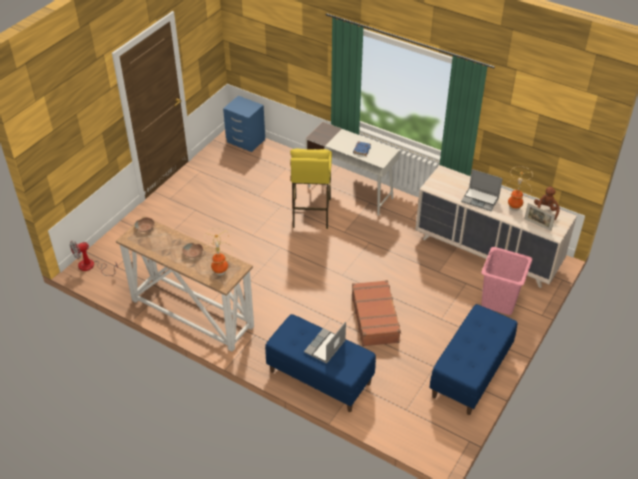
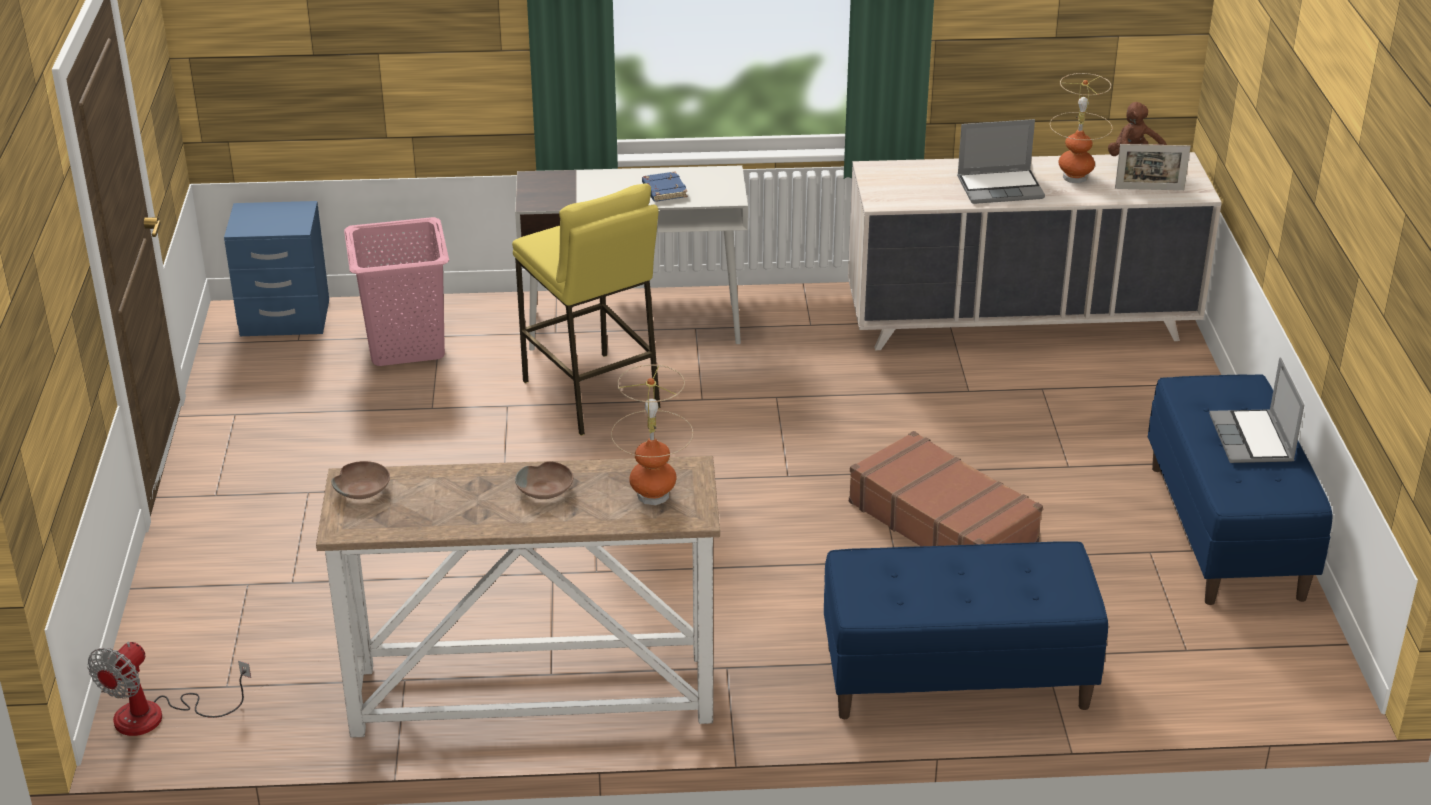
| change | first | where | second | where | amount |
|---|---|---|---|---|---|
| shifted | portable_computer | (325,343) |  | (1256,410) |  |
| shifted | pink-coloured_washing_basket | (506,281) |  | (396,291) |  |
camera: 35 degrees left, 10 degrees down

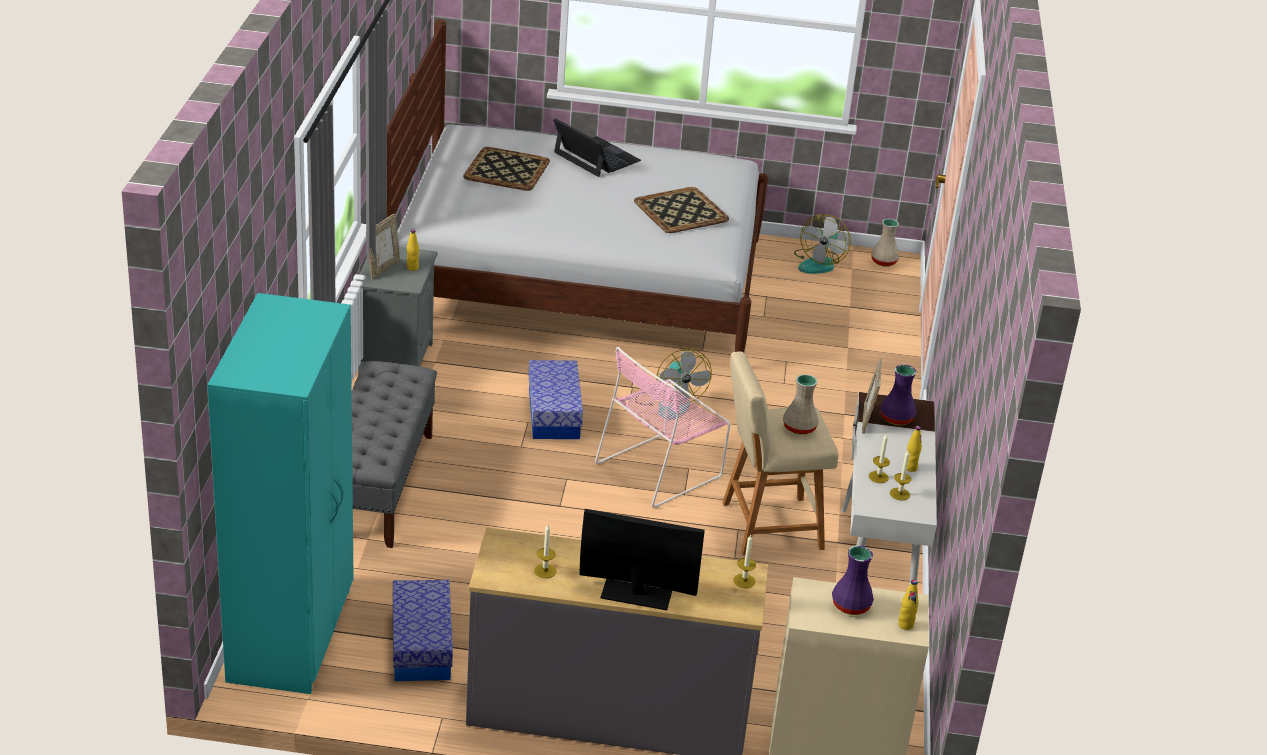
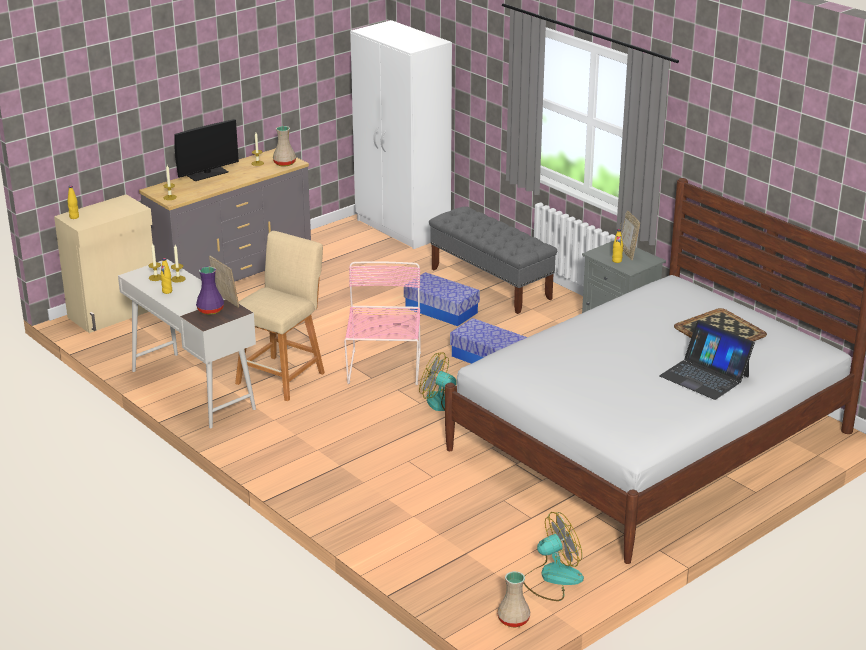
| change | first | where | second | where | amount |
|---|---|---|---|---|---|
| repainted | blue-green_clothes_cupboard | (280,493) | whitish_clothes_cupboard | (401,134) |  |
| shifted | storage_box | (423,630) |  | (442,299) |  |
| rotated | portable_computer | (597,147) |  | (707,360) | 45 degrees clockwise |
| gone | carrying_tray | (681,210) |  |  |  |
| shifted | beige-coloured_flower_vase | (801,404) |  | (284,146) |  |
| rotated | electric_fan | (822,244) |  | (553,556) | 90 degrees clockwise |
| gone | purple_flower_vase | (853,580) |  |  |  |
camera: 135 degrees right, 5 degrees down

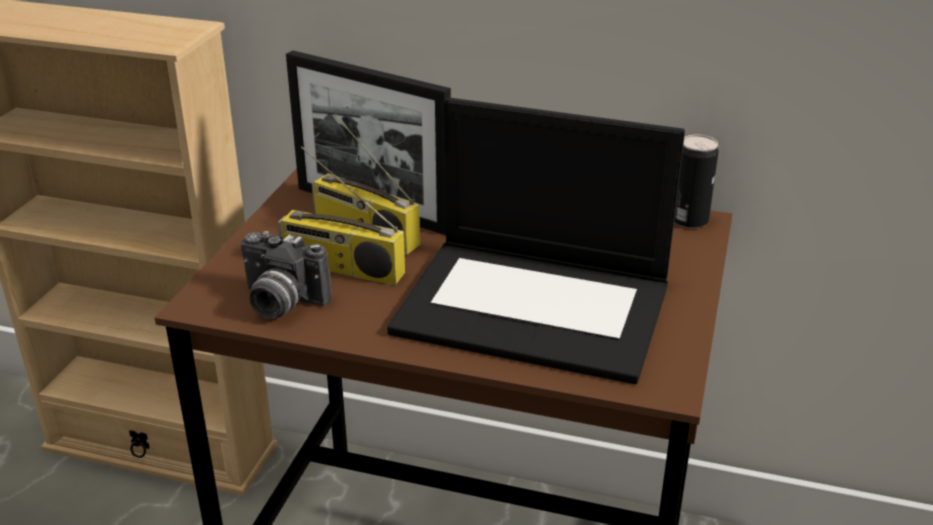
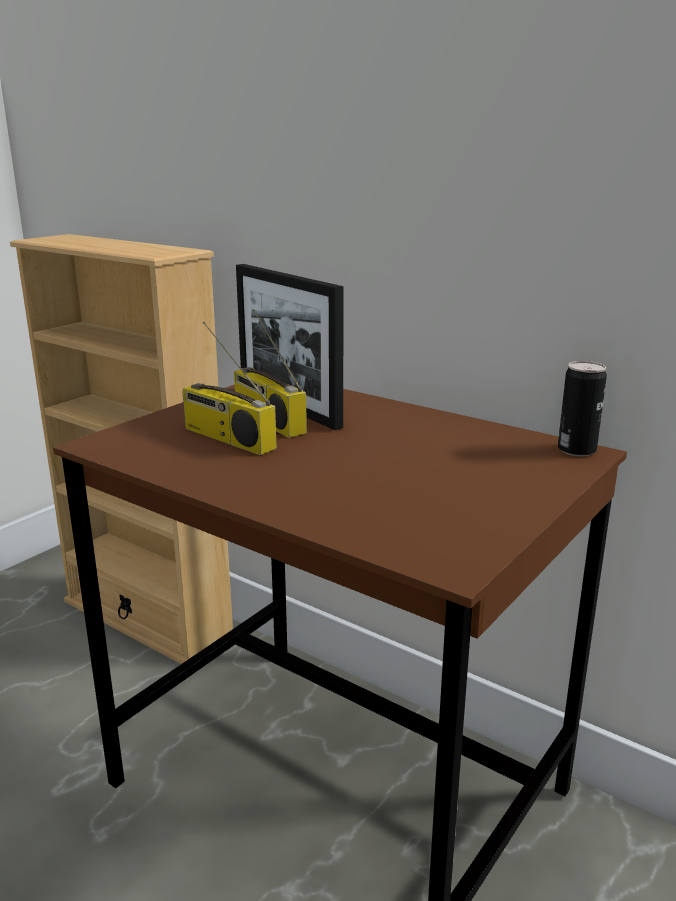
| change | first | where | second | where | amount |
|---|---|---|---|---|---|
| gone | still_camera | (286,275) |  |  |  |
| gone | portable_computer | (536,241) |  |  |  |
camera: 20 degrees right, 10 degrees down

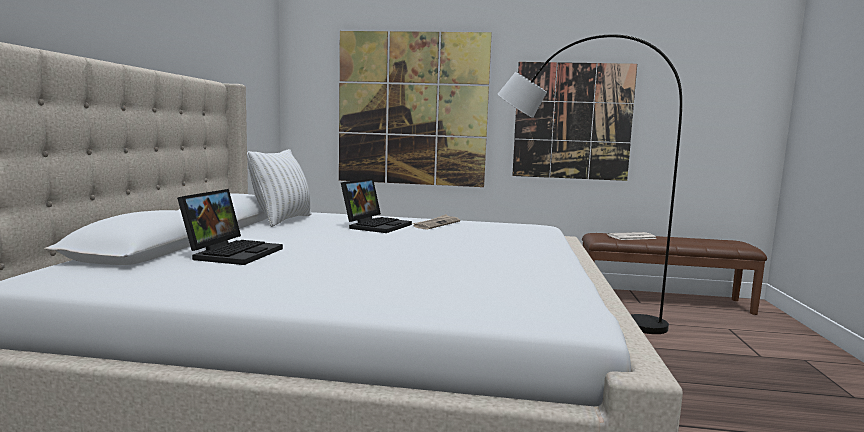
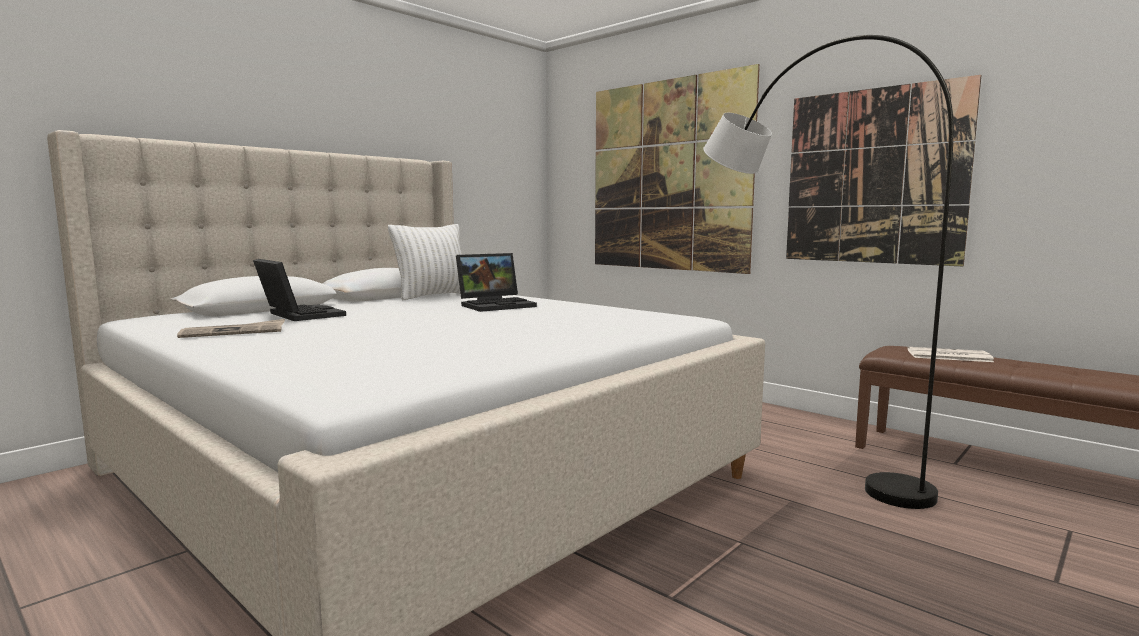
| change | first | where | second | where | amount |
|---|---|---|---|---|---|
| rotated | portable_computer | (230,227) |  | (299,290) | 90 degrees counterclockwise |
| shifted | daily_paper | (436,222) |  | (231,328) |  |
camera: 35 degrees right, 0 degrees up

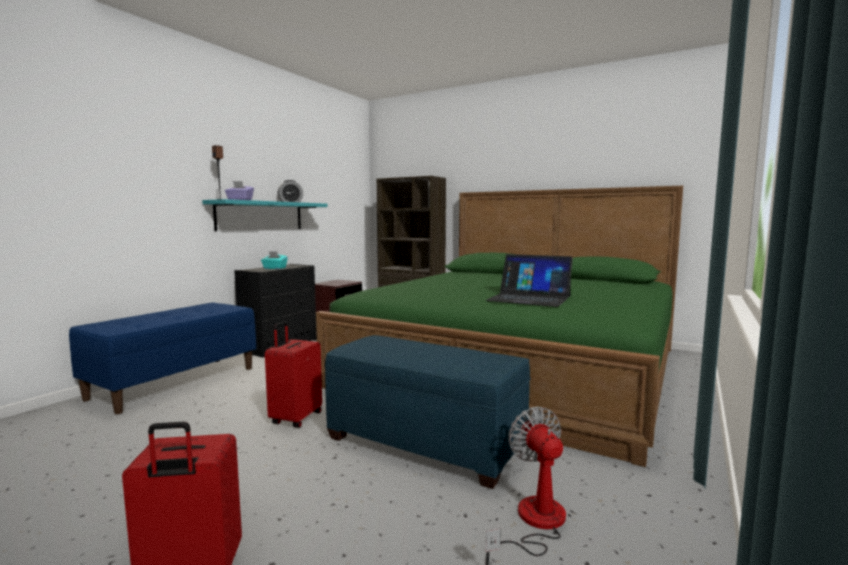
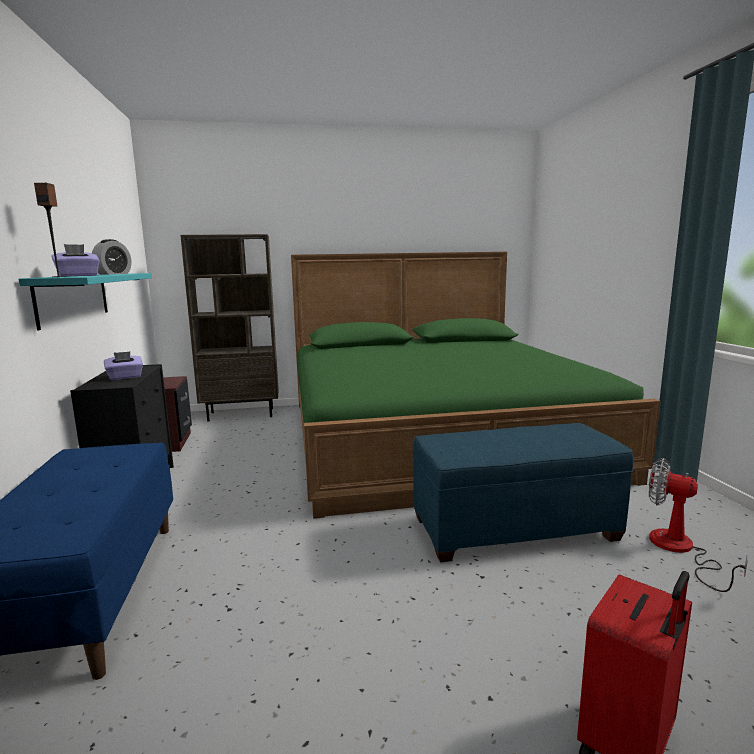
| change | first | where | second | where | amount |
|---|---|---|---|---|---|
| repainted | blue-green_tissue_box | (274,260) | purple_tissue_box | (123,365) |  |
| gone | red-coloured_piece_of_luggage | (293,374) |  |  |  |
| gone | portable_computer | (529,280) |  |  |  |
camera: 40 degrees left, 5 degrees up

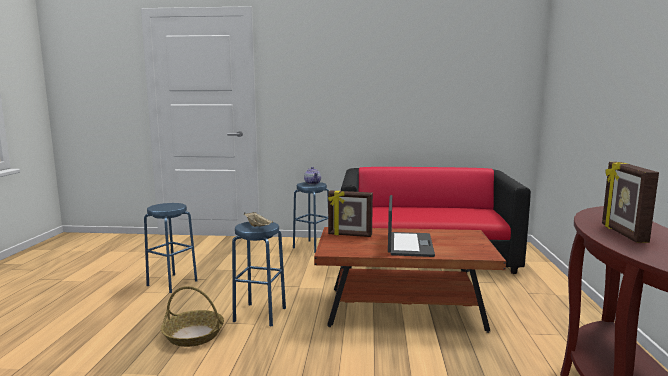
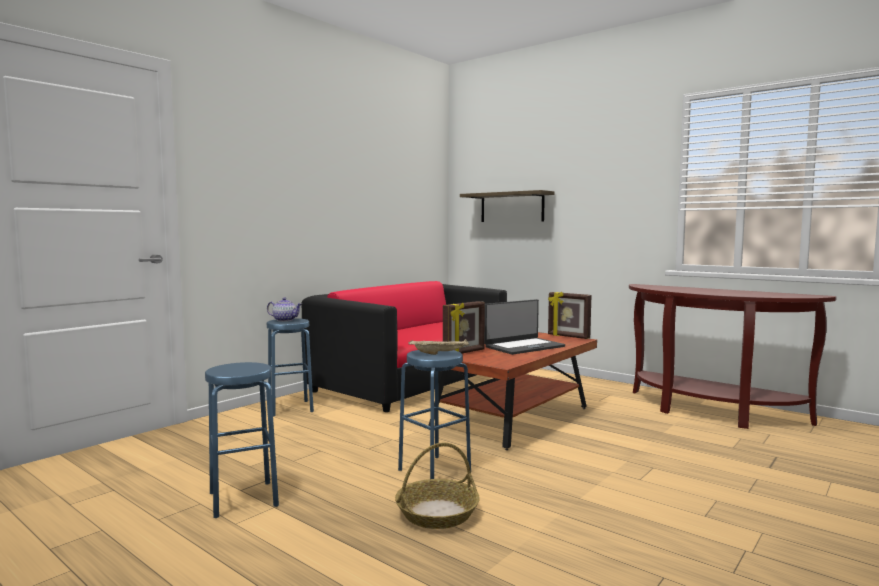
| change | first | where | second | where | amount |
|---|---|---|---|---|---|
| rotated | portable_computer | (411,226) |  | (525,327) | 105 degrees clockwise |
| shifted | standing_frame | (630,202) |  | (569,315) |  |
| new |  |  | shelf | (507,206) |  |
camera: 55 degrees left, 5 degrees down

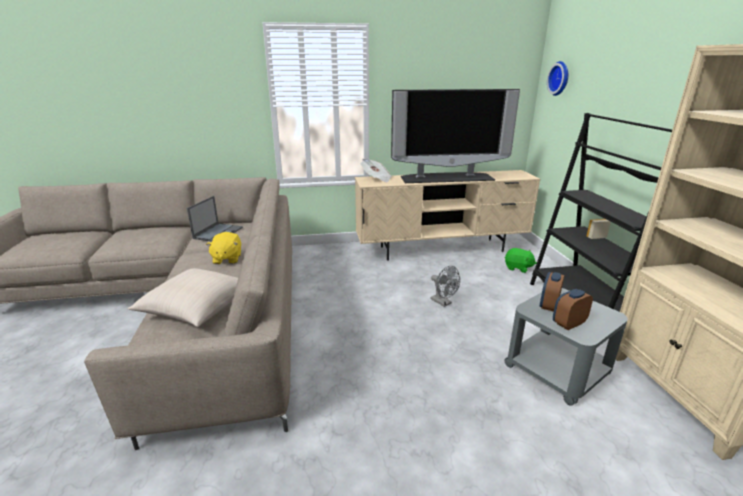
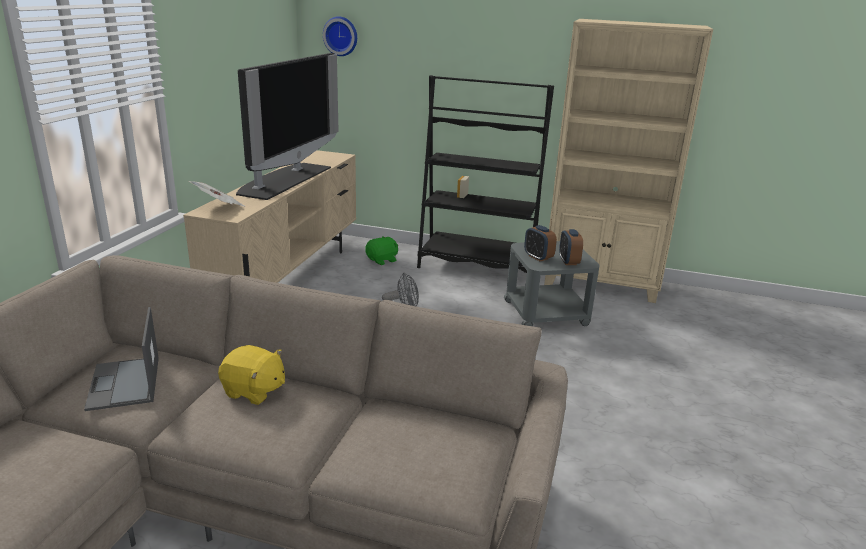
| change | first | where | second | where | amount |
|---|---|---|---|---|---|
| gone | beige-coloured_cushion | (182,297) |  |  |  |
| rotated | portable_computer | (215,218) |  | (121,359) | 150 degrees counterclockwise |
camera: 65 degrees left, 0 degrees up

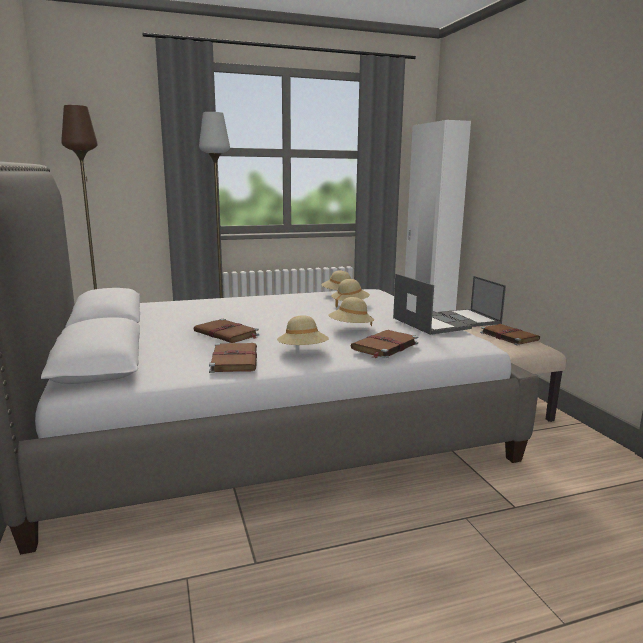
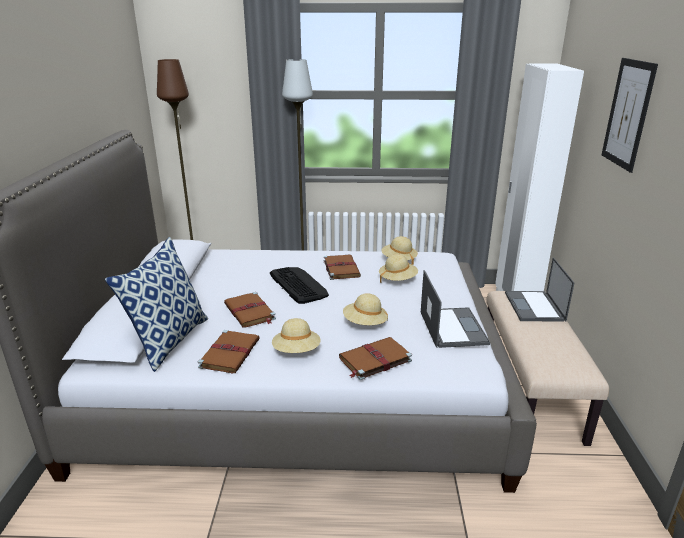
| change | first | where | second | where | amount |
|---|---|---|---|---|---|
| shifted | brownish_bound_book | (510,334) |  | (342,267) |  |
| new |  |  | cushion | (156,304) |  |
| new |  |  | PC_keyboard | (299,285) |  |
| new |  |  | wall_art | (630,115) |  |
camera: 20 degrees right, 10 degrees up

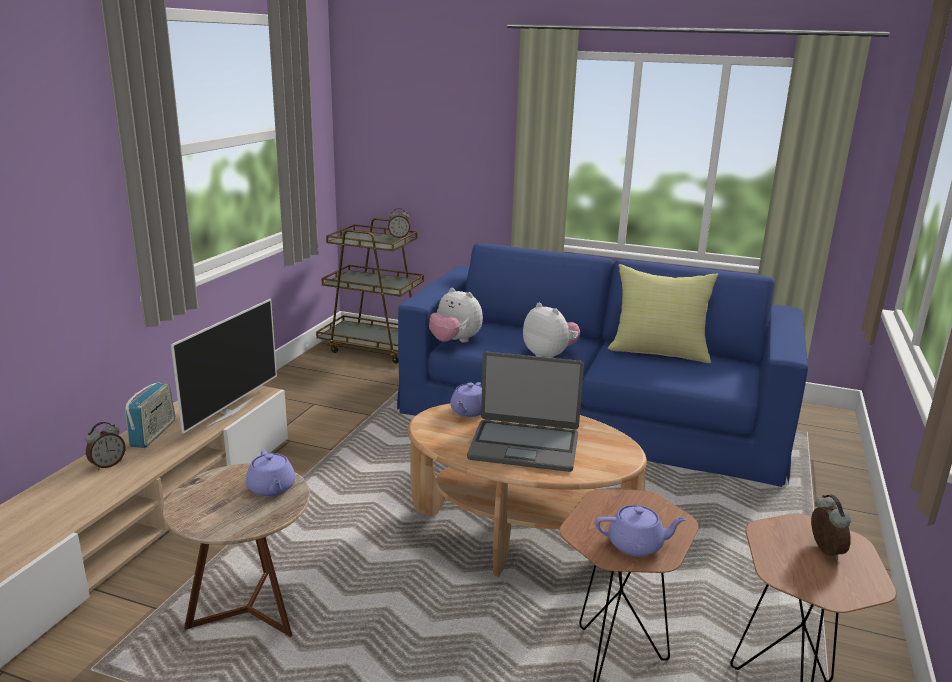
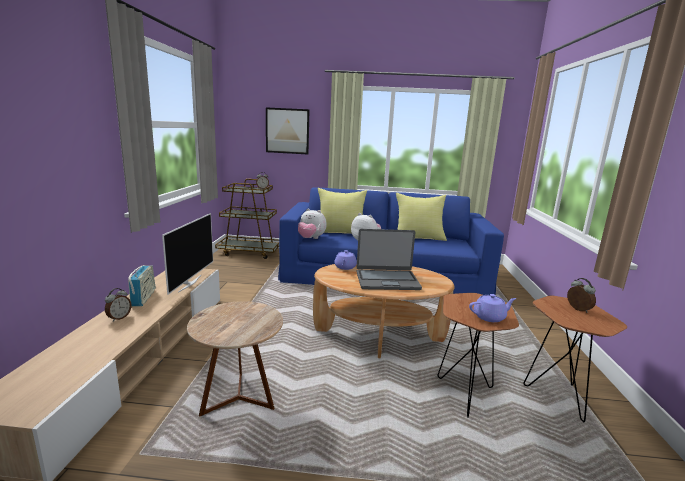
| change | first | where | second | where | amount |
|---|---|---|---|---|---|
| gone | purple_teapot | (270,473) |  |  |  |
| new |  |  | wall_art | (287,130) |  |
| new |  |  | yellow_cushion | (342,211) |  |
camera: 15 degrees left, 5 degrees down

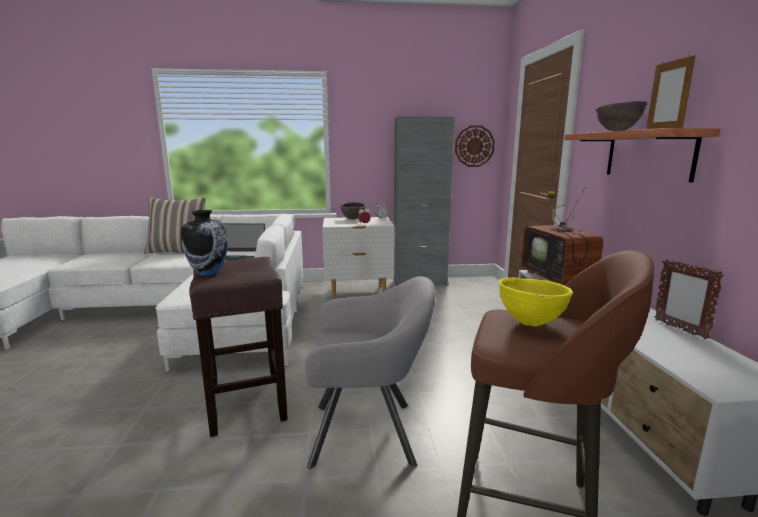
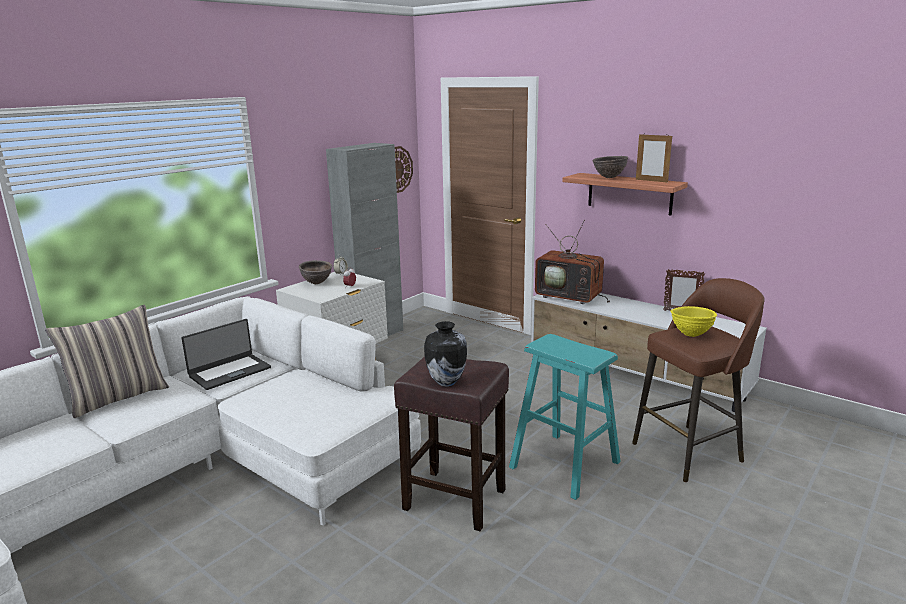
| change | first | where | second | where | amount |
|---|---|---|---|---|---|
| swapped | gray_easy_chair | (370,372) | blue-green_stool_seat | (565,417) |  |
camera: 45 degrees left, 5 degrees up

